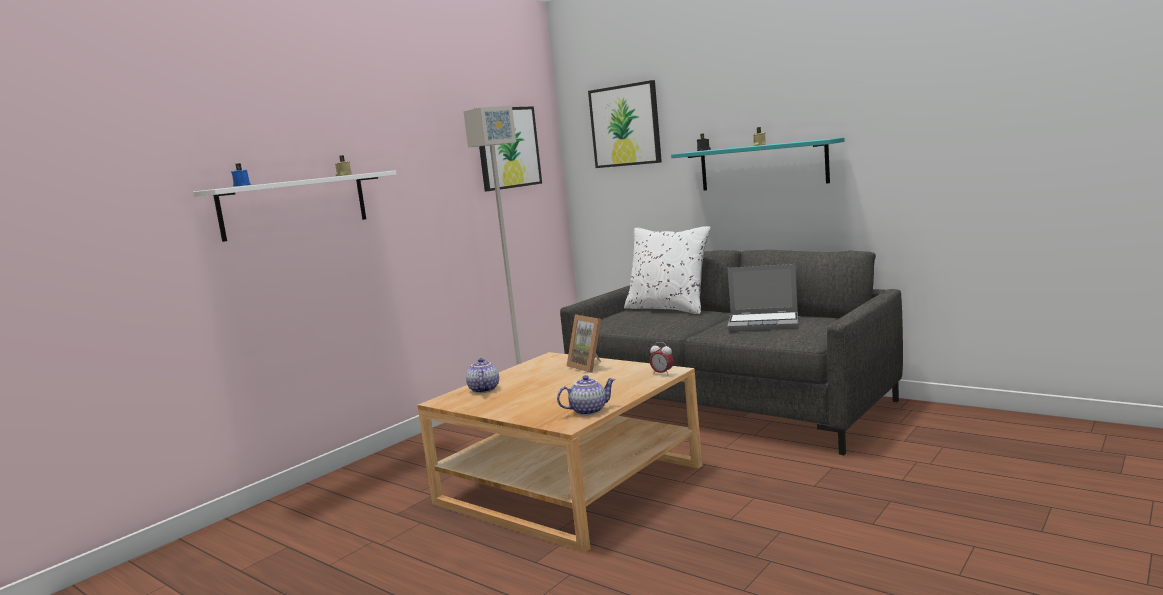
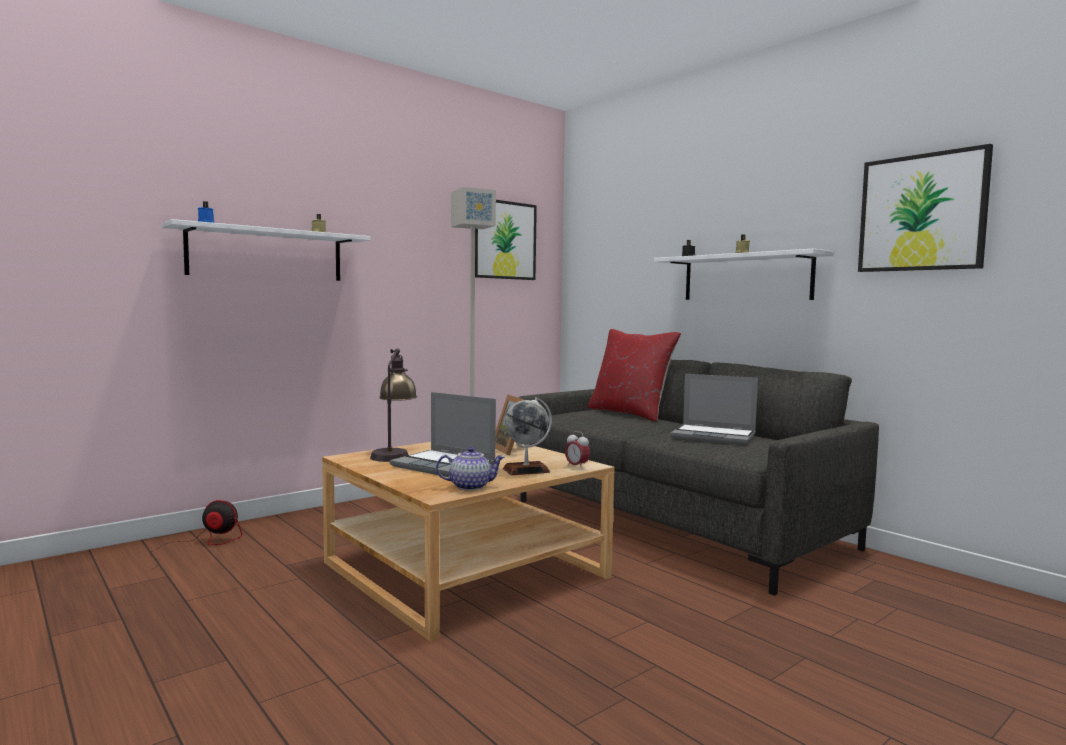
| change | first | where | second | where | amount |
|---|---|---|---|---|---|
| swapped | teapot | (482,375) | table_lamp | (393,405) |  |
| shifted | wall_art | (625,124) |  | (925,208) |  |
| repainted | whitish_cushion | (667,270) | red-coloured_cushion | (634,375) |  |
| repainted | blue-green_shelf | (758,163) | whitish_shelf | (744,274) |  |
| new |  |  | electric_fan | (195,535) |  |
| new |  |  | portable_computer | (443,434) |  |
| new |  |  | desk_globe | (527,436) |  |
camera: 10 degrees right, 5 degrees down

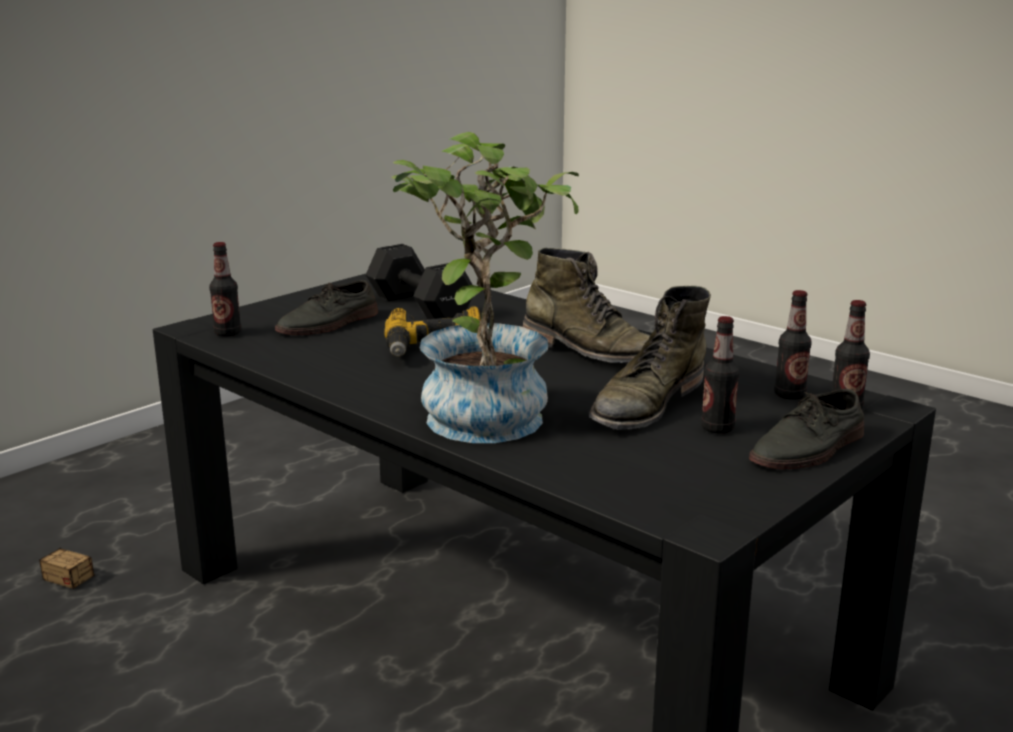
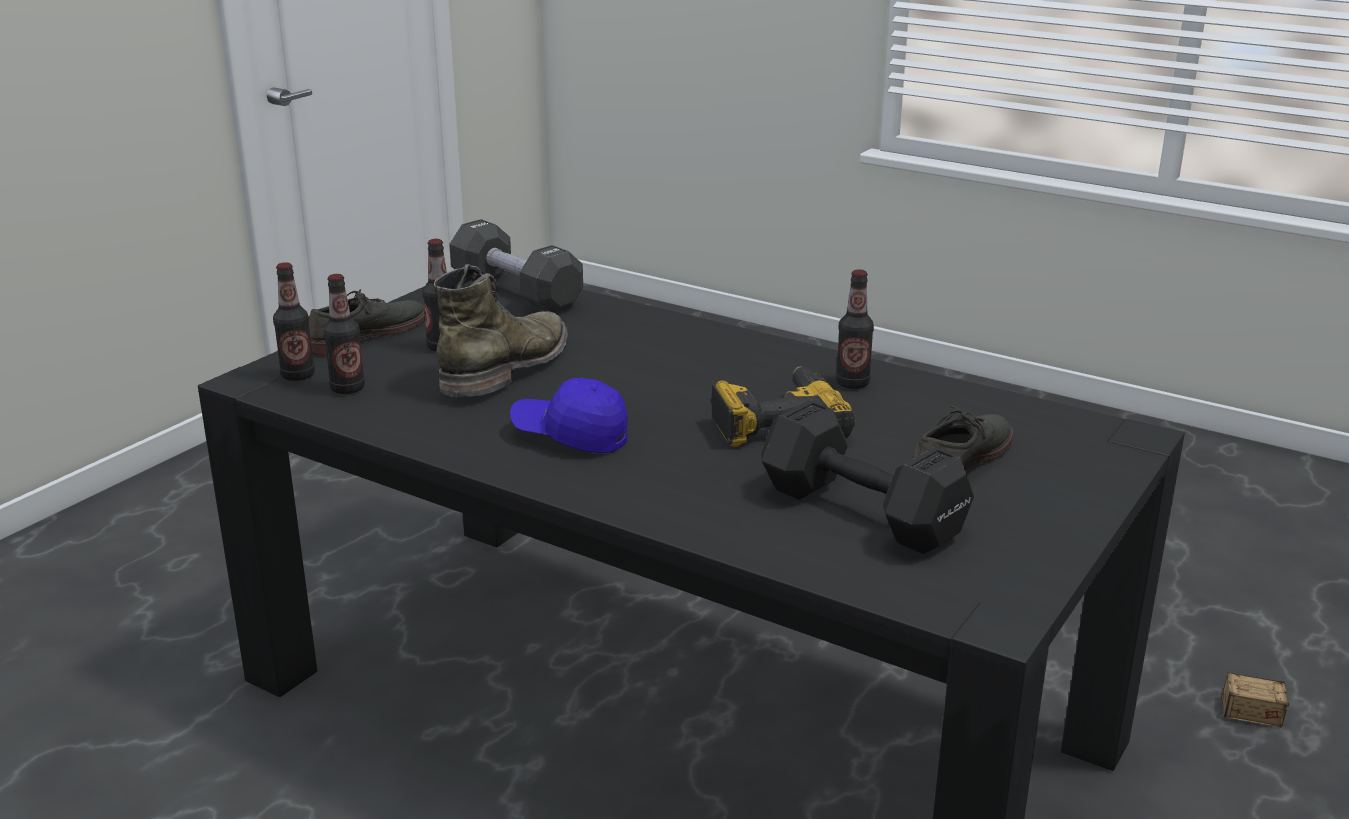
| change | first | where | second | where | amount |
|---|---|---|---|---|---|
| shifted | drink_bottle | (225,289) |  | (855,329) |  |
| gone | potted_plant | (485,287) |  |  |  |
| swapped | green-coloured_tall_boot | (586,305) | blue_baseball_cap | (569,415) |  |
| new |  |  | black_free_weight | (516,266) |  |
camera: 170 degrees right, 5 degrees up

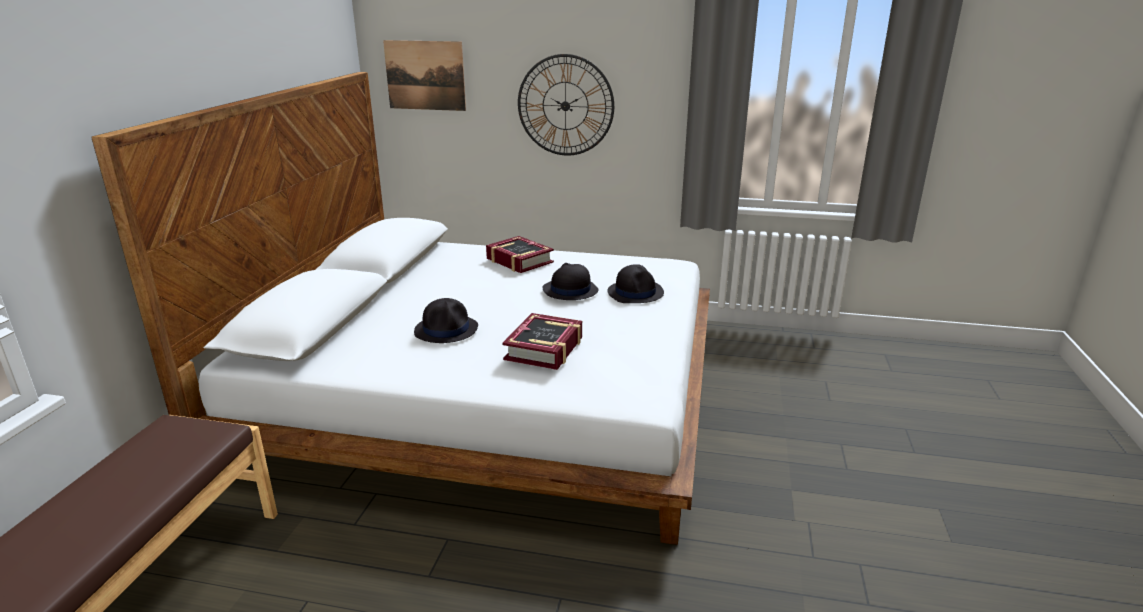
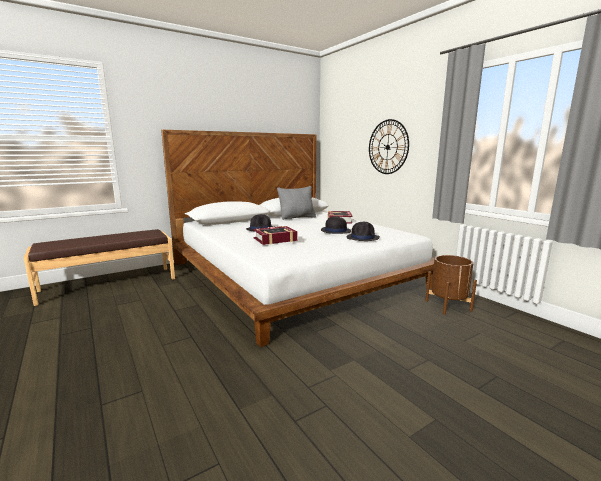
| change | first | where | second | where | amount |
|---|---|---|---|---|---|
| gone | wall_art | (424,75) |  |  |  |
| new |  |  | gray_cushion | (296,203) |  |
| new |  |  | brownish_planter | (451,284) |  |
camera: 45 degrees right, 10 degrees down

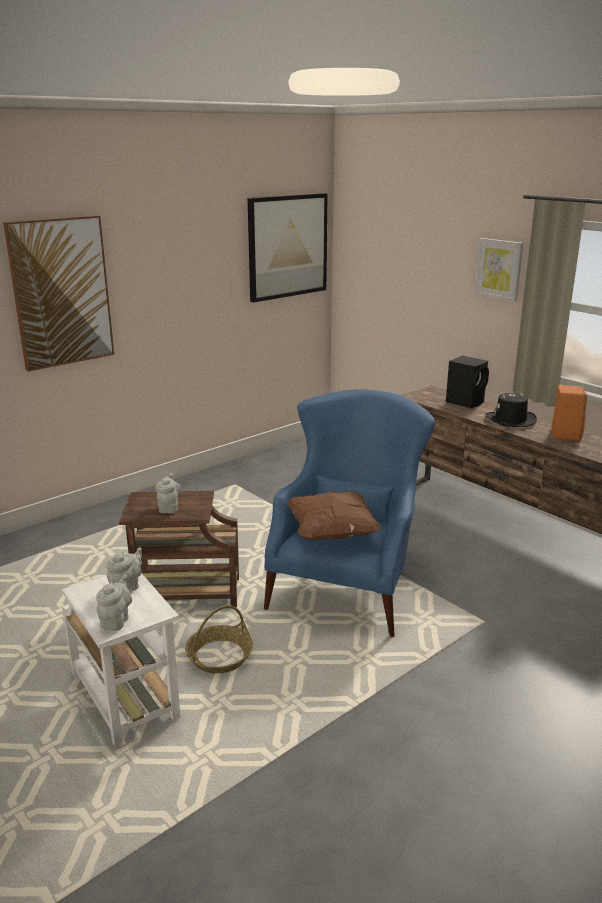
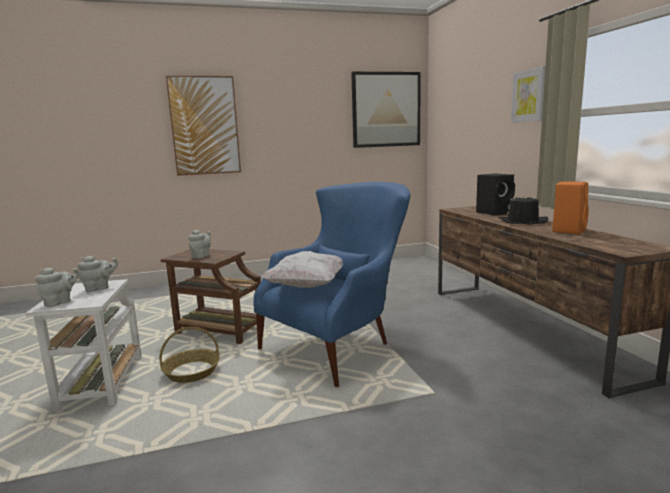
| change | first | where | second | where | amount |
|---|---|---|---|---|---|
| repainted | brownish_cushion | (334,515) | whitish_cushion | (302,269) |  |
camera: 25 degrees right, 10 degrees down

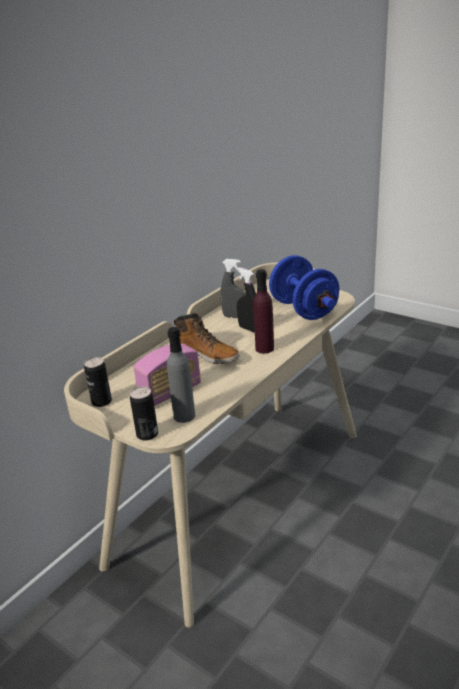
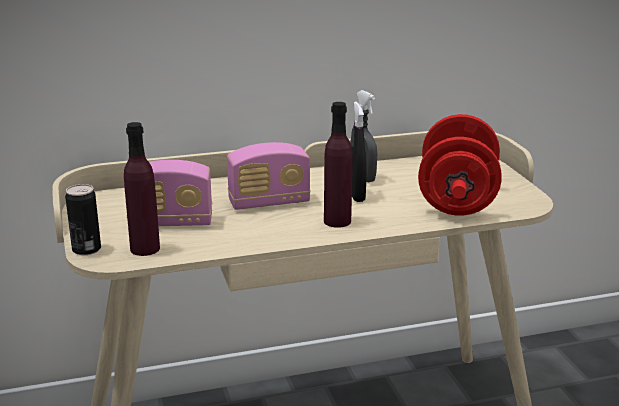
| change | first | where | second | where | amount |
|---|---|---|---|---|---|
| gone | can | (98,382) |  |  |  |
| repainted | gray_drink_bottle | (181,375) | purple_drink_bottle | (142,189) |  |
| swapped | tall_boot | (207,338) | radio | (268,176) |  |
| repainted | blue_free_weight | (304,287) | red-coloured_free_weight | (459,165) |  |
camera: 35 degrees right, 5 degrees down

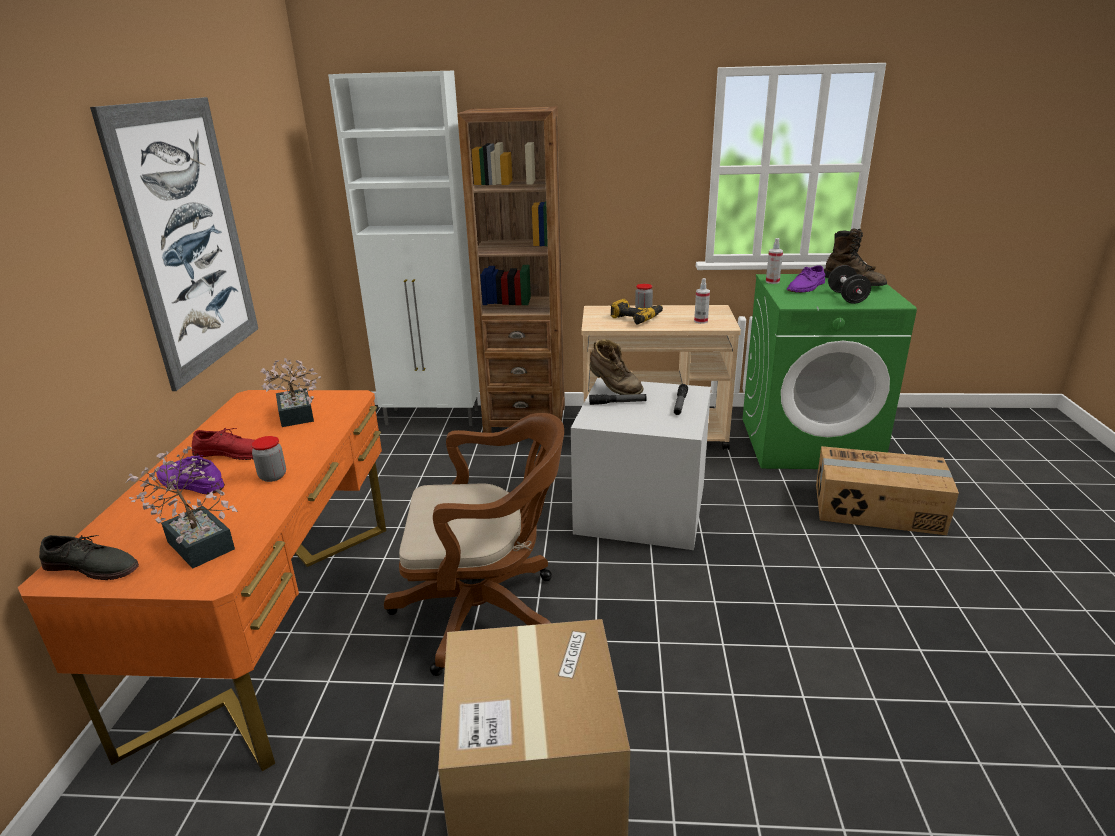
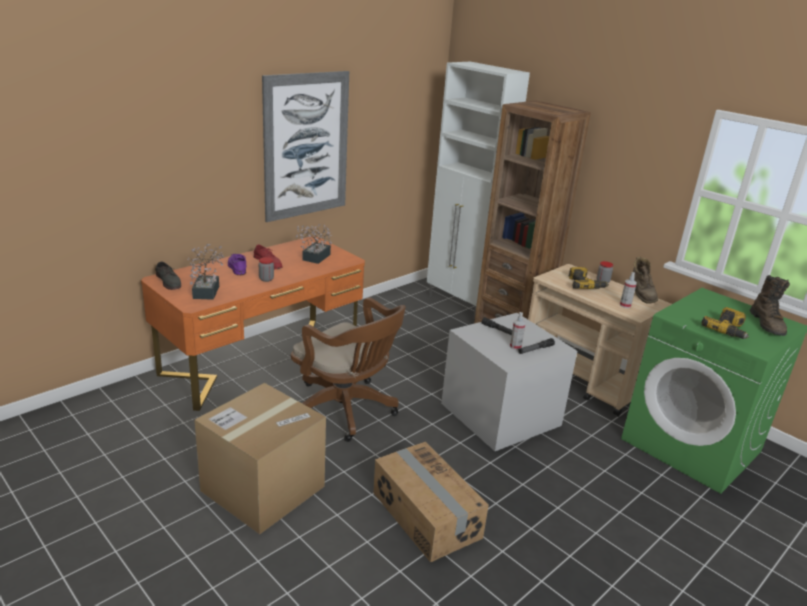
| change | first | where | second | where | amount |
|---|---|---|---|---|---|
| shifted | brownish_tall_boot | (616,367) |  | (645,280) |  |
| shifted | spray_bottle | (774,261) |  | (518,331) |  |
| gone | purple_low_shoe | (806,279) |  |  |  |
| shifted | cardboard_box | (887,490) |  | (431,502) |  |
| swapped | black_free_weight | (849,284) | power_drill | (725,323) |  |
camera: 40 degrees right, 0 degrees up

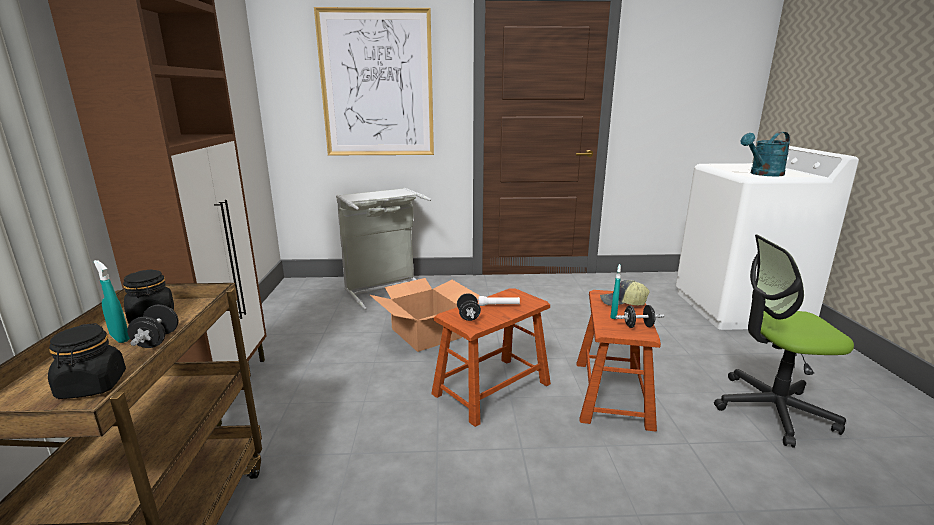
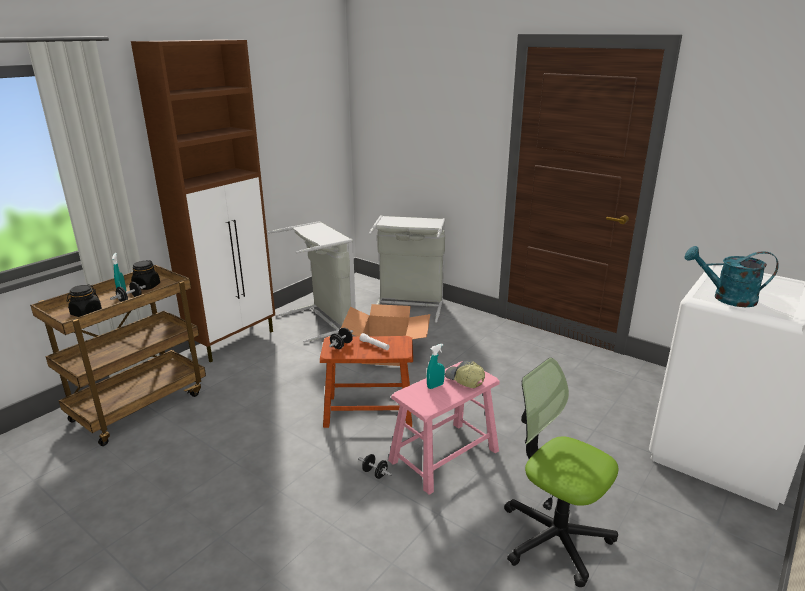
| change | first | where | second | where | amount |
|---|---|---|---|---|---|
| gone | wall_art | (374,81) |  |  |  |
| repainted | brownish_stool_seat | (619,361) | pink-coloured_stool_seat | (444,428) |  |
| shifted | black_free_weight | (640,316) |  | (375,466) |  |
| new |  |  | gray_washing_basket | (312,282) |  |
camera: 40 degrees right, 5 degrees up

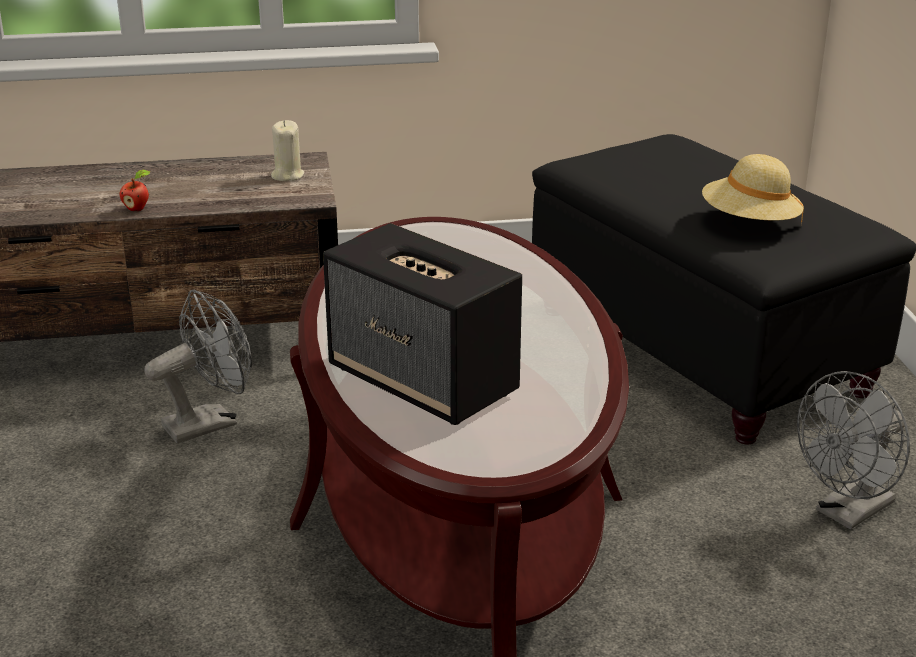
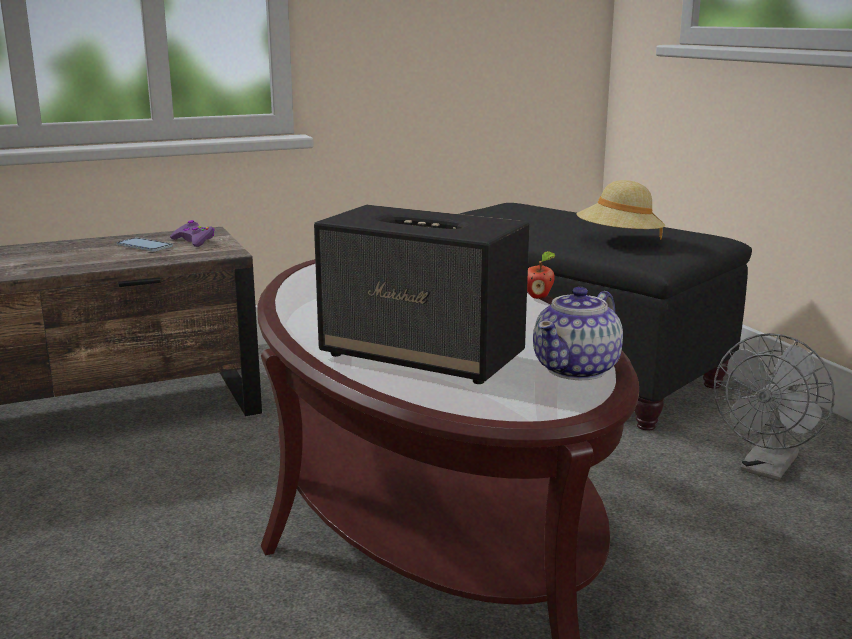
| change | first | where | second | where | amount |
|---|---|---|---|---|---|
| shifted | apple | (135,190) |  | (541,275) |  |
| gone | gray_electric_fan | (198,366) |  |  |  |
| swapped | beige-coloured_wax_candle | (287,150) | purple_gamepad | (192,233) |  |
| new |  |  | handset | (145,244) |  |
| new |  |  | teapot | (578,333) |  |
camera: 15 degrees left, 10 degrees down

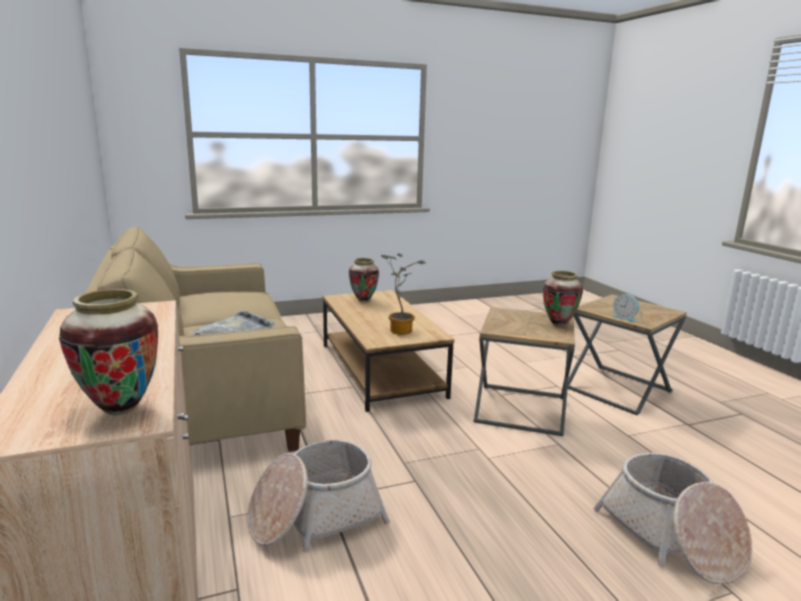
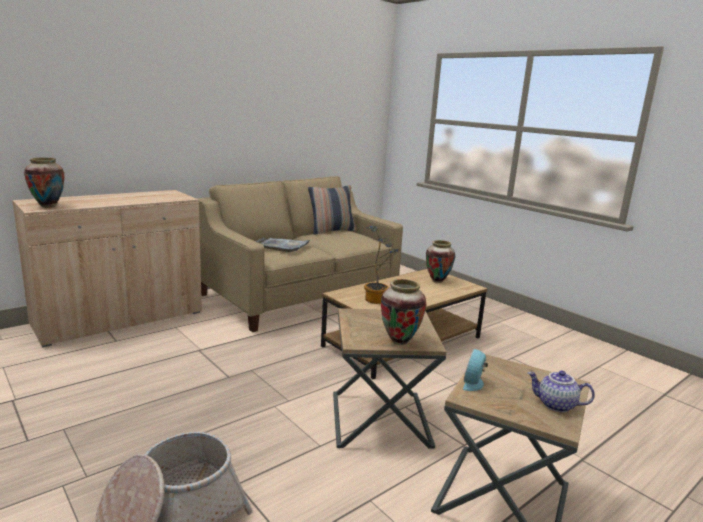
| change | first | where | second | where | amount |
|---|---|---|---|---|---|
| gone | household_basket | (319,496) |  |  |  |
| new |  |  | cushion | (332,210) |  |
| new |  |  | teapot | (561,391) |  |
camera: 70 degrees right, 0 degrees up

